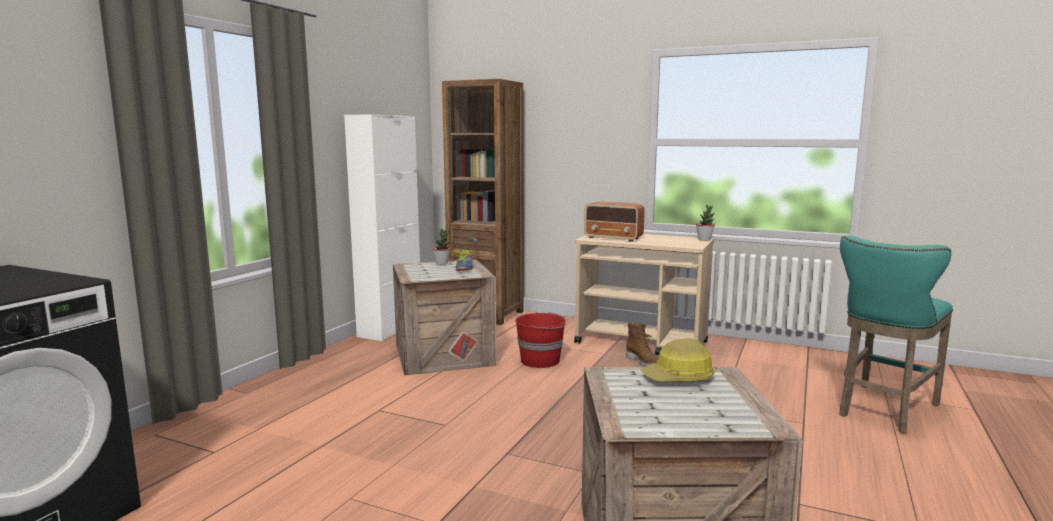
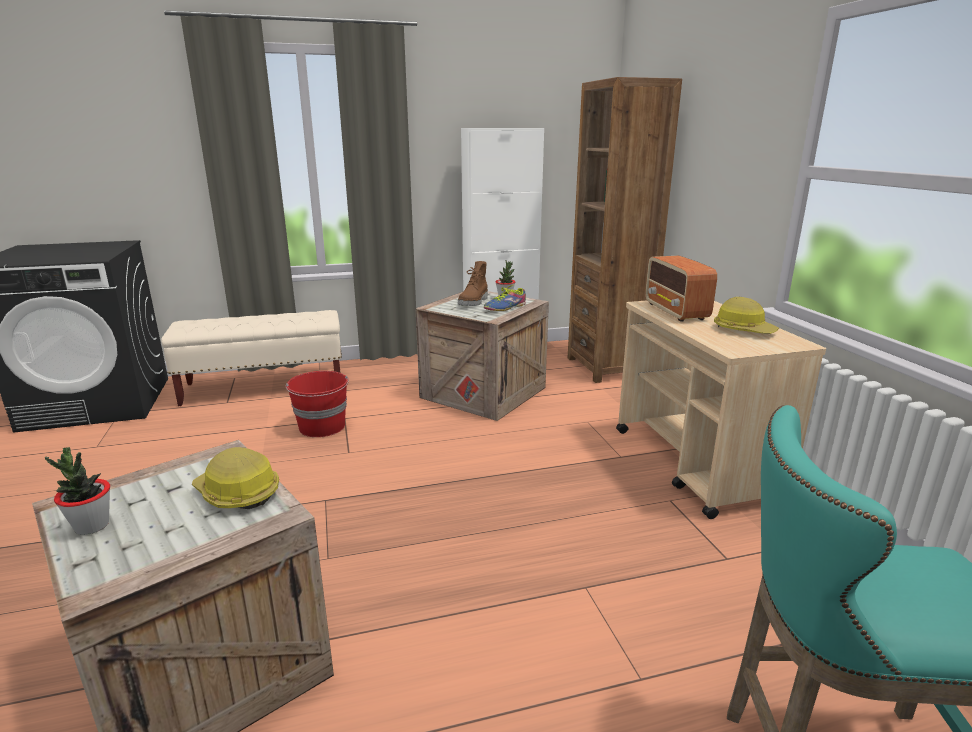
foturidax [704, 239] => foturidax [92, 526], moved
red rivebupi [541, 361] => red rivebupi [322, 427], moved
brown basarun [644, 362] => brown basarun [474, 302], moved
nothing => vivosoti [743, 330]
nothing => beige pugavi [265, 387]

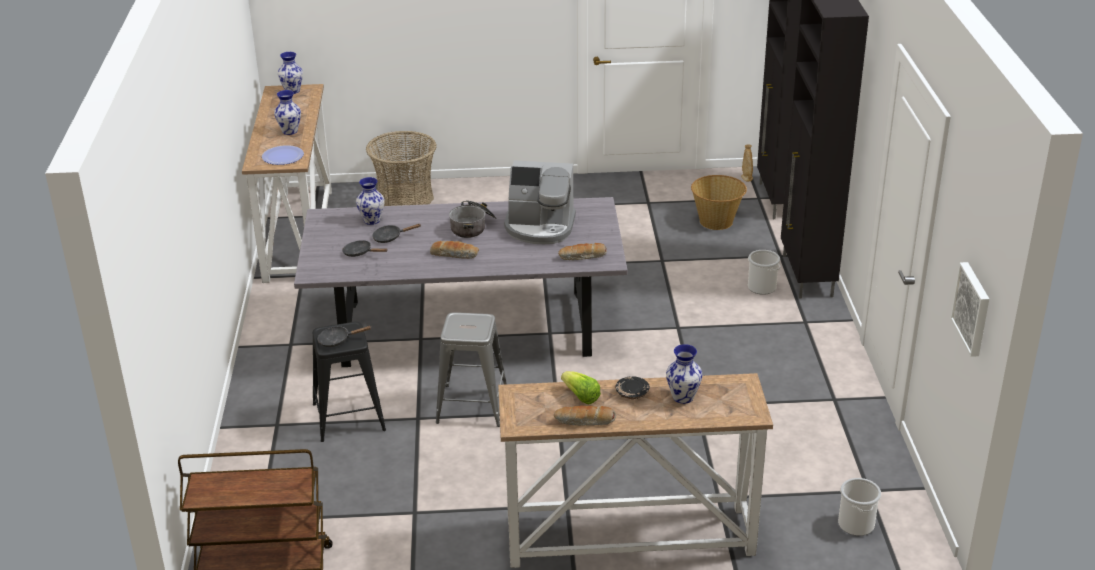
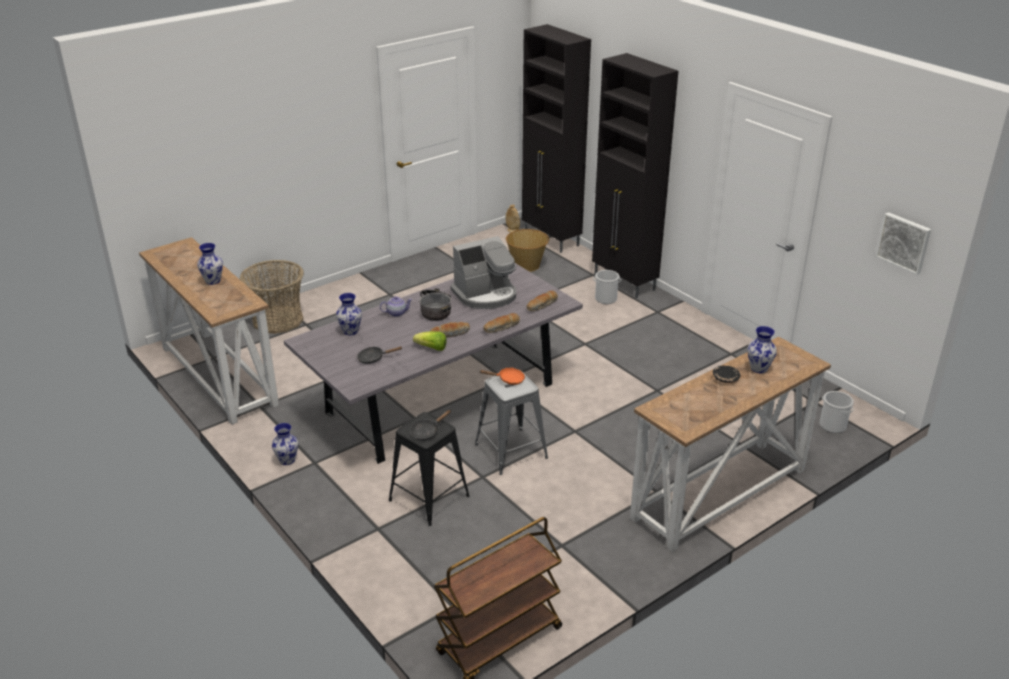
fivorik [293, 91] => fivorik [288, 460], moved
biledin [283, 156] => nothing
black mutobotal [390, 237] => nothing
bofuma [580, 397] => bofuma [431, 348], moved
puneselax [584, 422] => puneselax [502, 327], moved
nothing => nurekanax [396, 313]
nothing => orange mutobotal [508, 379]

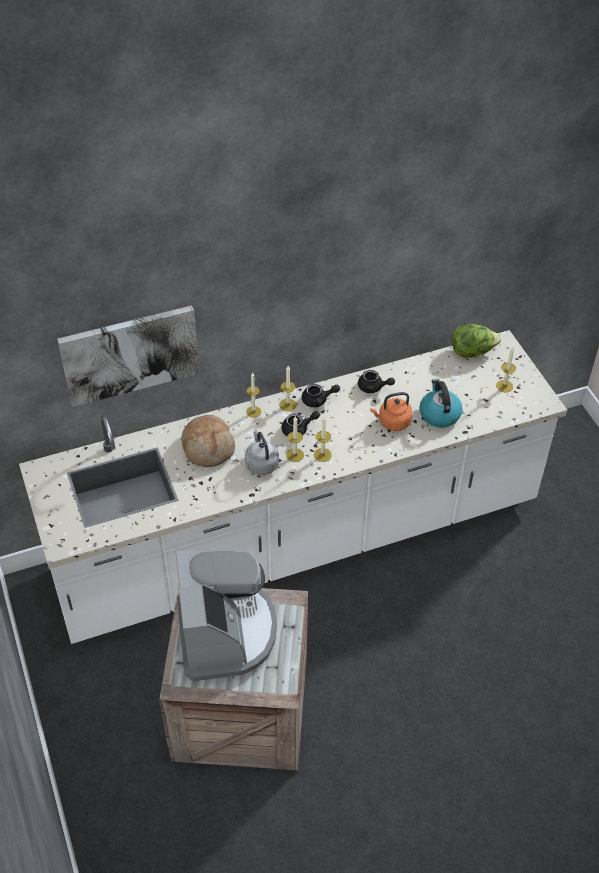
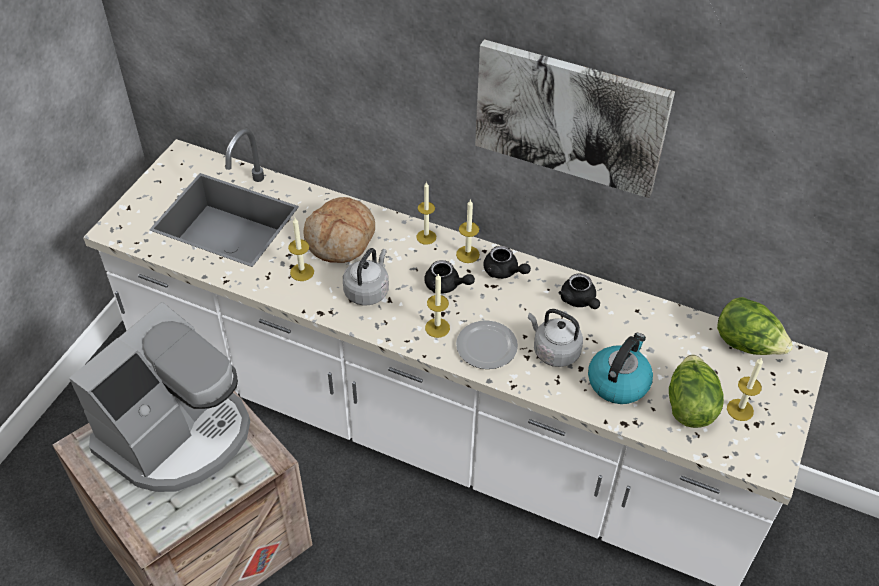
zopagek [130, 354] => zopagek [570, 117], moved
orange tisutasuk [392, 422] => grey tisutasuk [553, 351]
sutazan [295, 455] => sutazan [302, 272], moved
nothing => biledin [487, 347]
nothing => bofuma [689, 406]

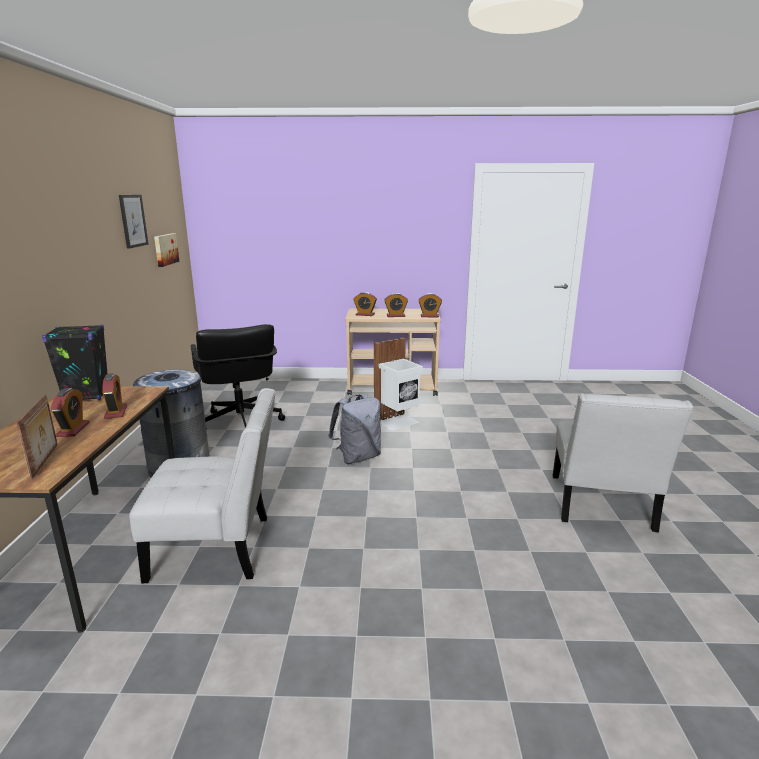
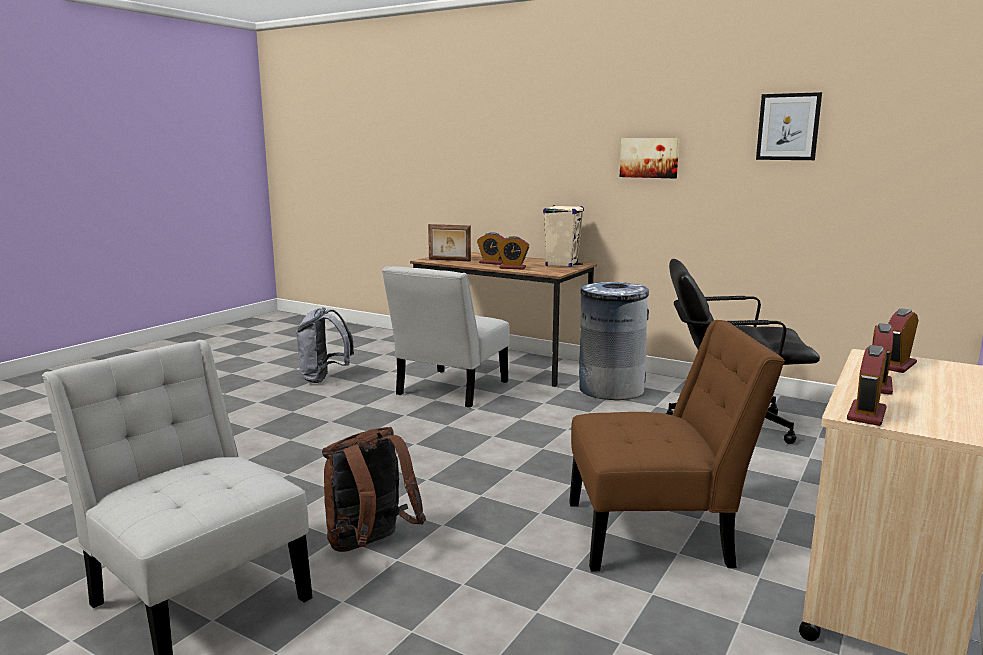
zopagek [165, 249] => zopagek [649, 158], moved
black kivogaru [86, 396] => beige kivogaru [561, 264]
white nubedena [398, 422] => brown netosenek [657, 533]
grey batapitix [358, 457] => grey batapitix [324, 378], moved
nothing => brown batapitix [370, 546]

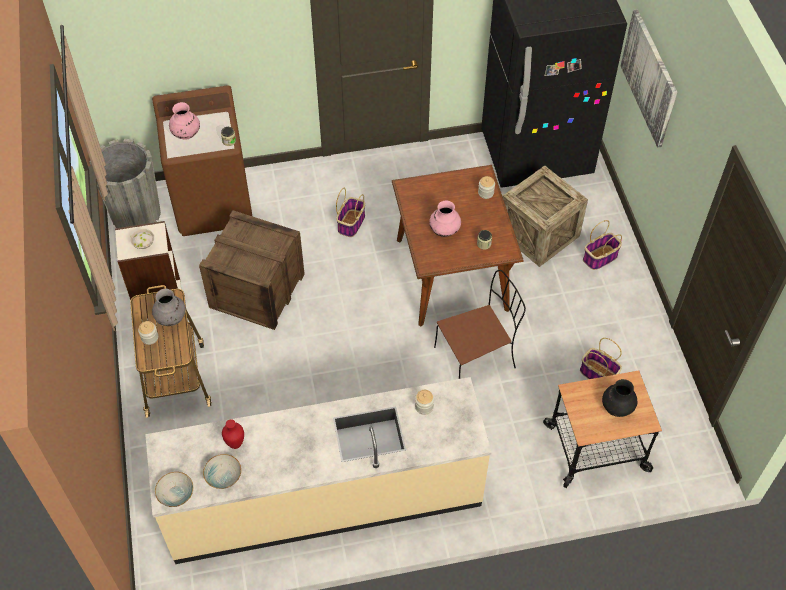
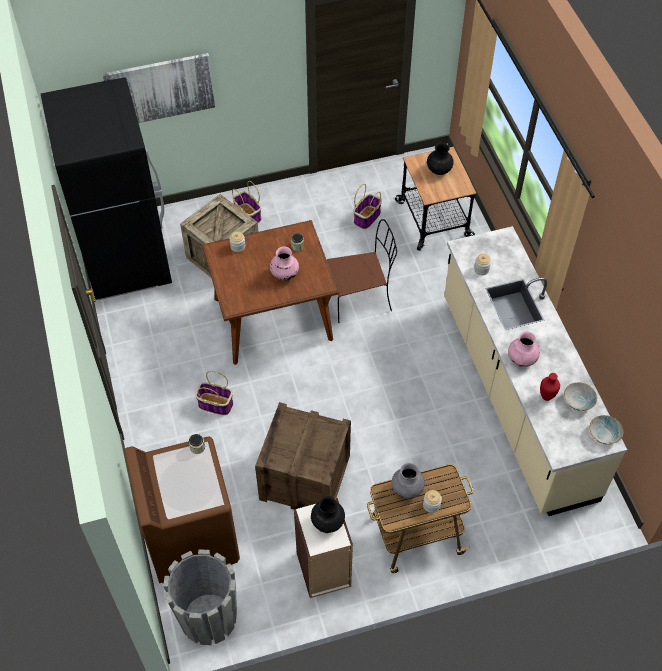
pink fivorik [186, 134] => pink fivorik [522, 359], moved
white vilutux [144, 244] => black fivorik [327, 522]
brown netosenek [476, 357] => brown netosenek [360, 297], 105 degrees clockwise

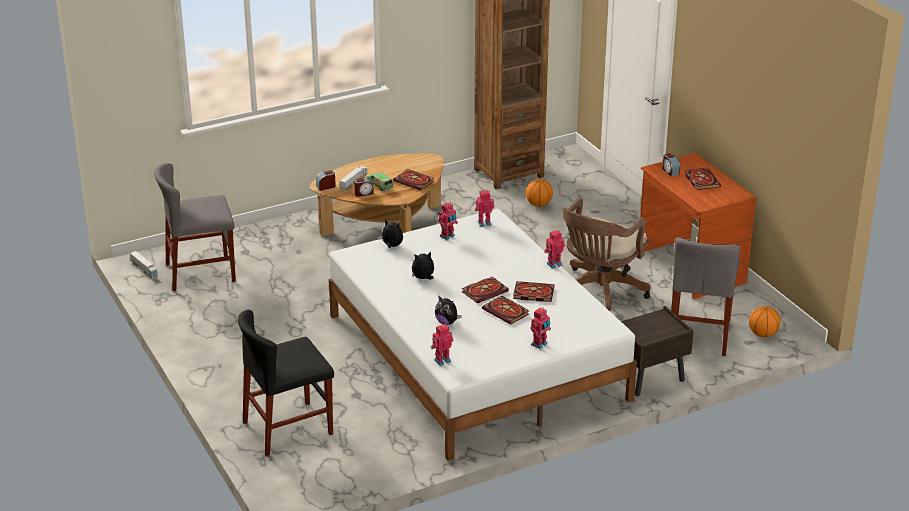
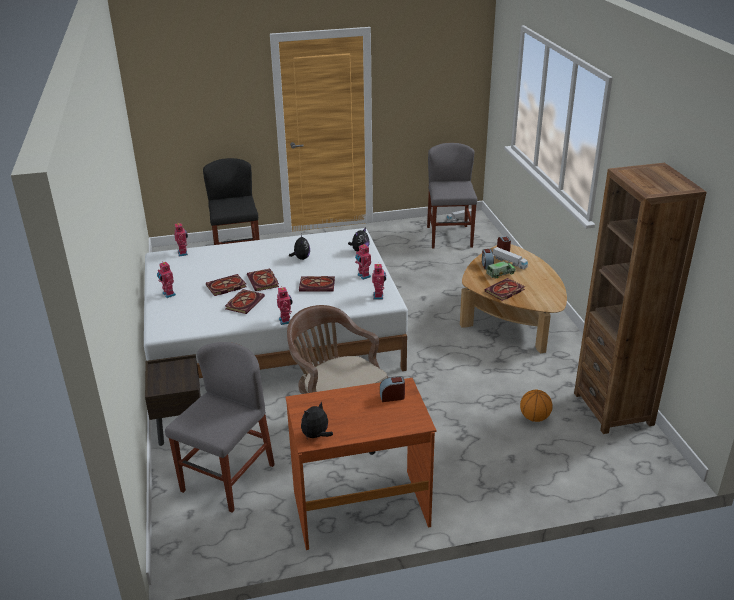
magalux [701, 180] => magalux [318, 285], moved
grey netosenek [699, 334] => grey netosenek [227, 478], 90 degrees clockwise
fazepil [447, 322] => fazepil [316, 436], moved
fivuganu [763, 334] => nothing

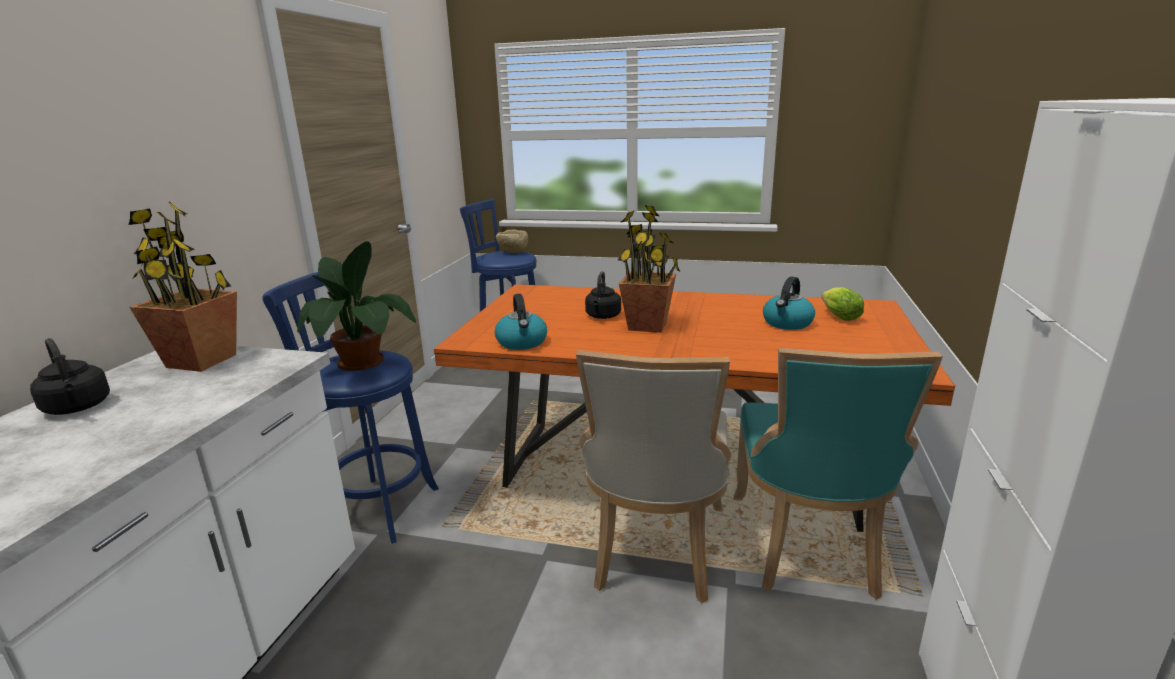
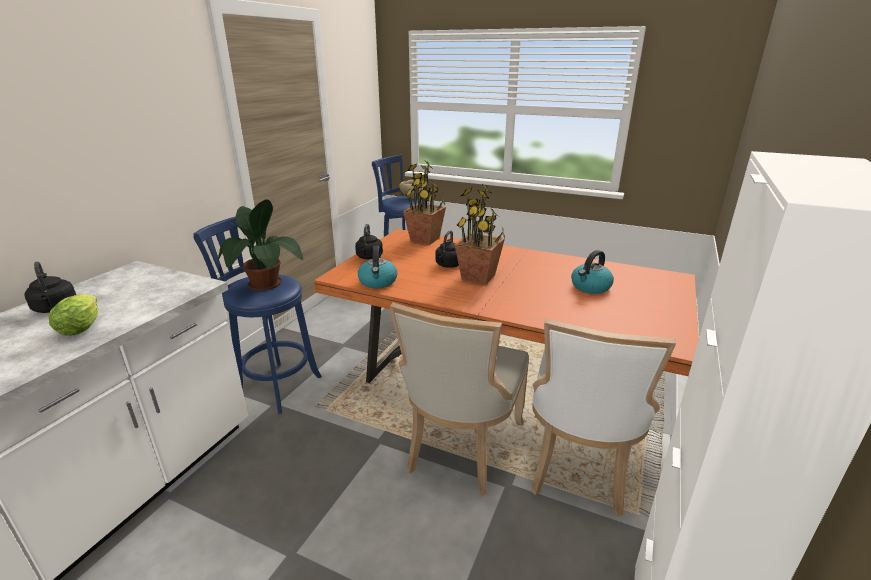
foturidax [202, 361] => foturidax [425, 240], moved
bofuma [837, 317] => bofuma [83, 326], moved
turquoise netosenek [807, 547] => white netosenek [578, 465]
nothing => black tisutasuk [369, 257]

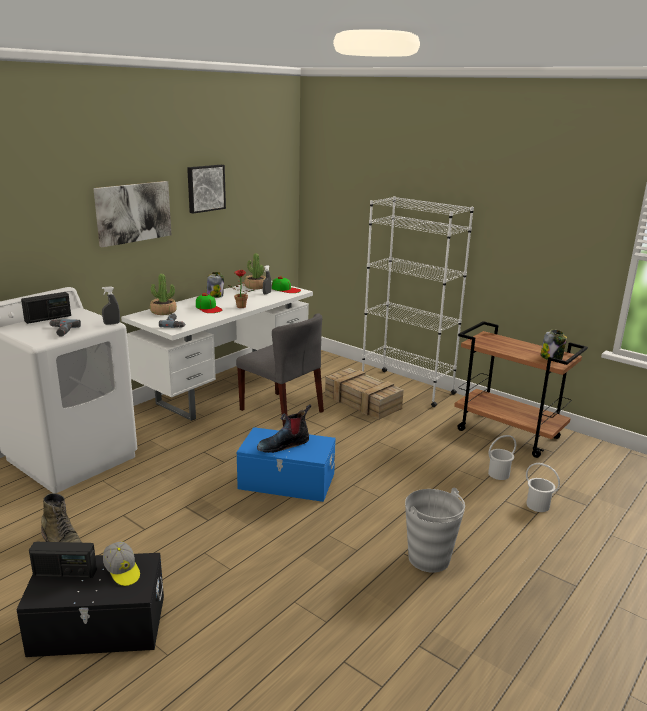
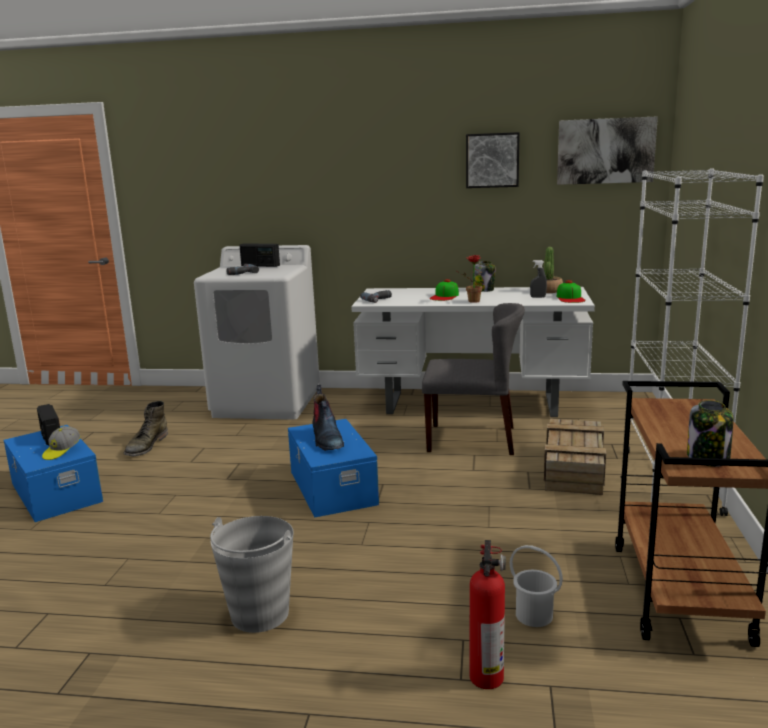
zopagek [133, 212] => zopagek [605, 151], moved
foturidax [163, 312] => nothing
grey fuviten [112, 324] => nothing
grey netosenek [282, 411] => grey netosenek [472, 439], 90 degrees counterclockwise
basarun [283, 444] => basarun [326, 439], 135 degrees counterclockwise
white rivebupi [538, 505] => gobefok [486, 675]
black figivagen [99, 626] => blue figivagen [55, 493]

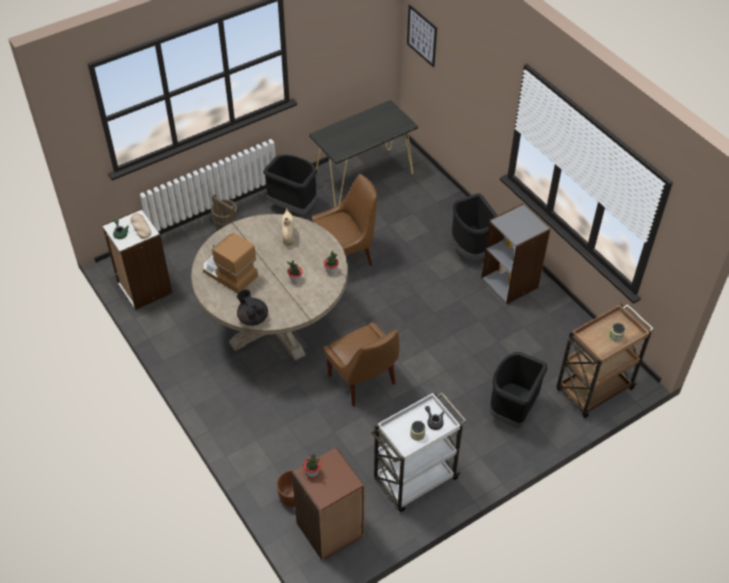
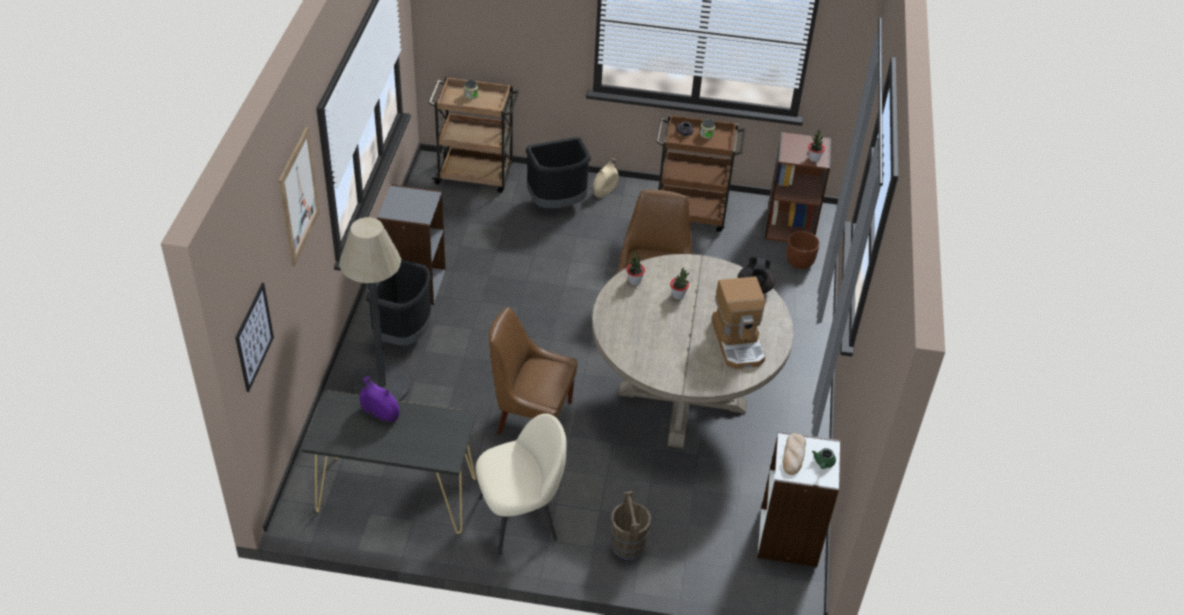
black nubedena [293, 207] => beige netosenek [520, 518]
beige fivorik [288, 236] => beige fivorik [605, 190], moved
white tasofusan [414, 480] => brown tasofusan [691, 213]
nothing => zopagek [298, 196]
nothing => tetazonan [382, 386]
nothing => purple fivorik [380, 414]

